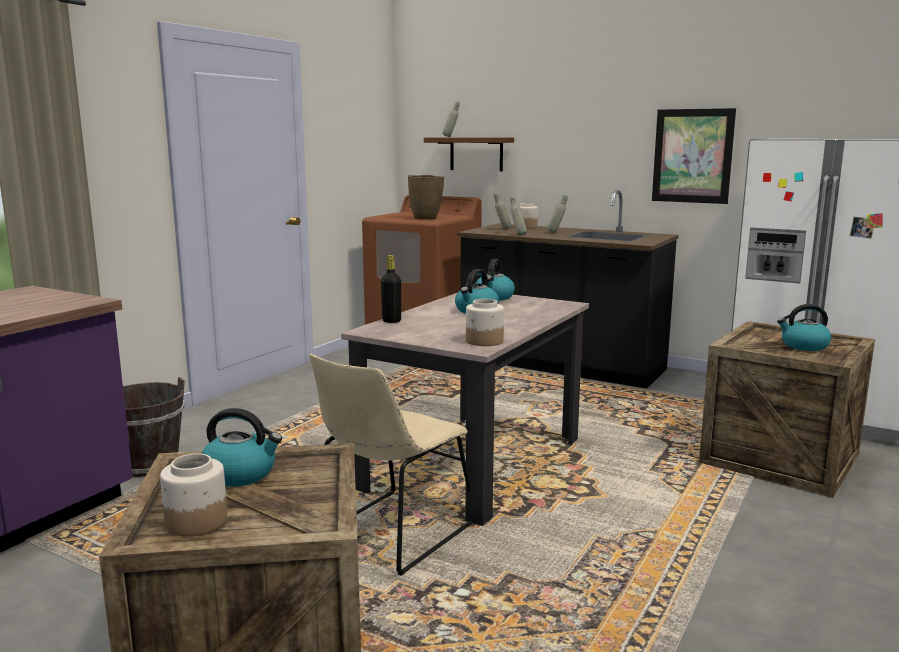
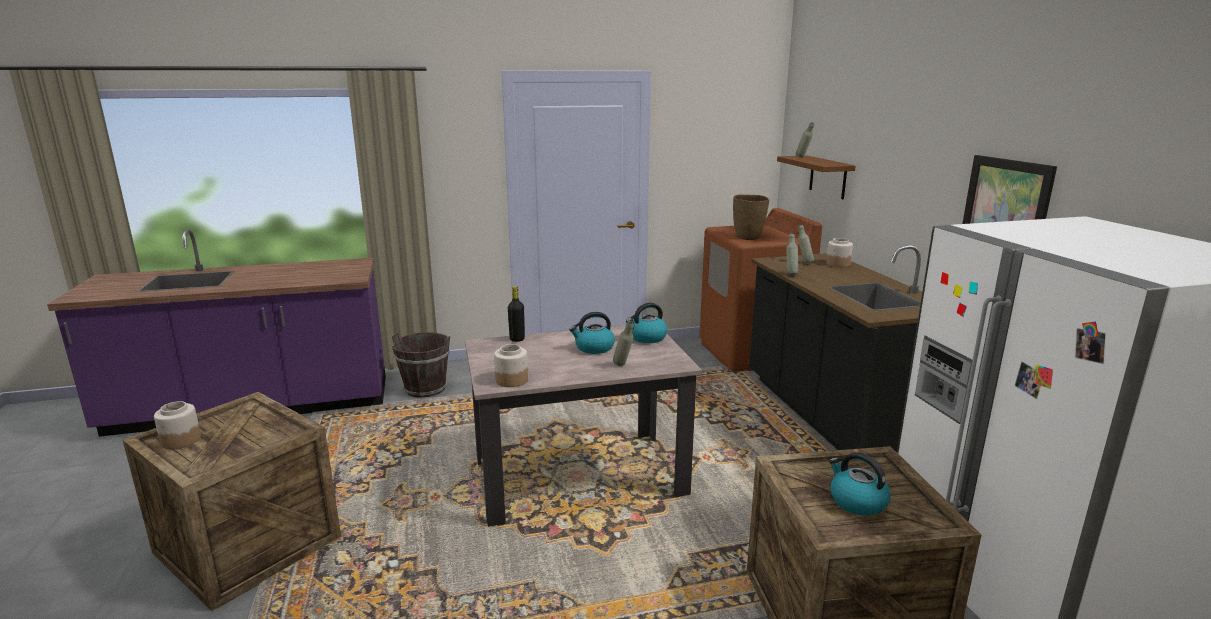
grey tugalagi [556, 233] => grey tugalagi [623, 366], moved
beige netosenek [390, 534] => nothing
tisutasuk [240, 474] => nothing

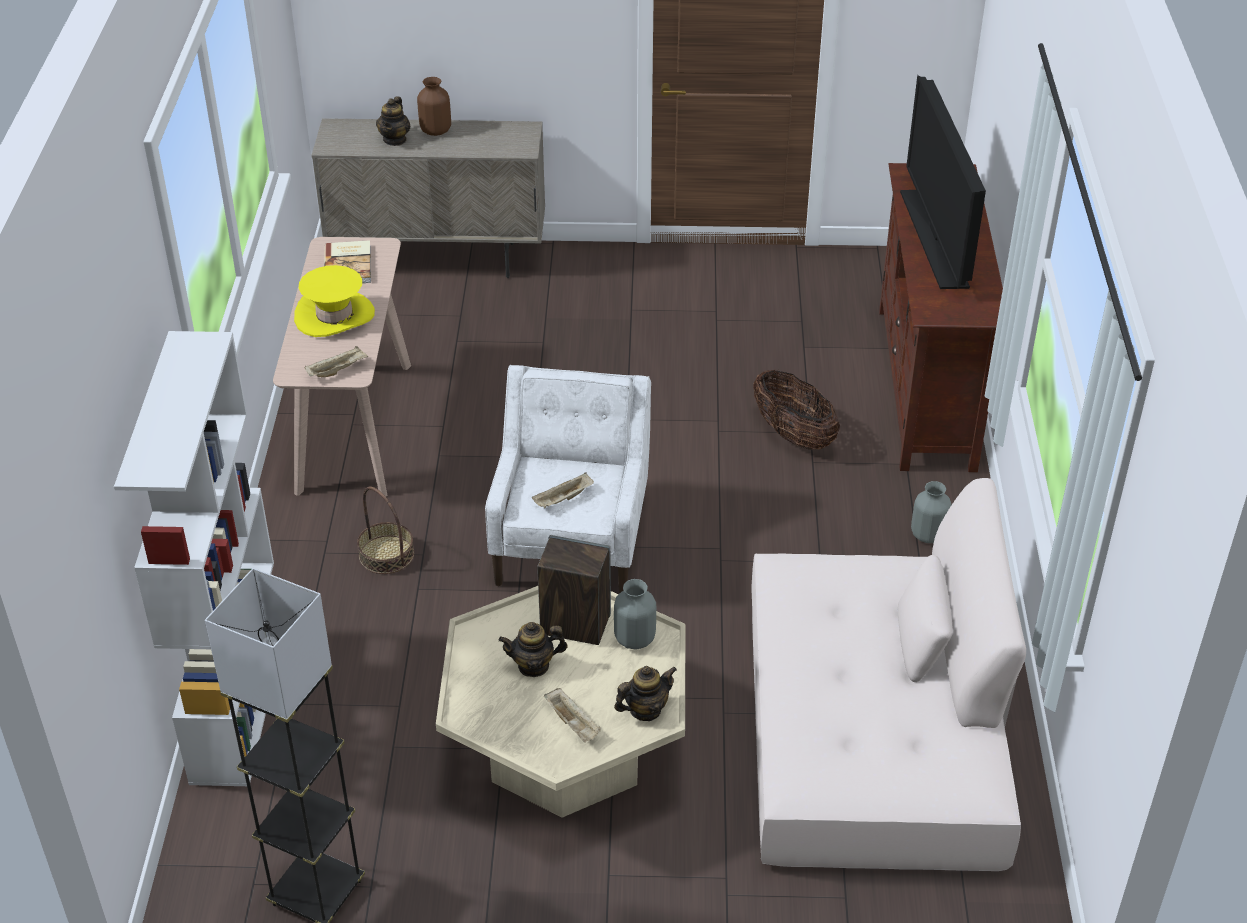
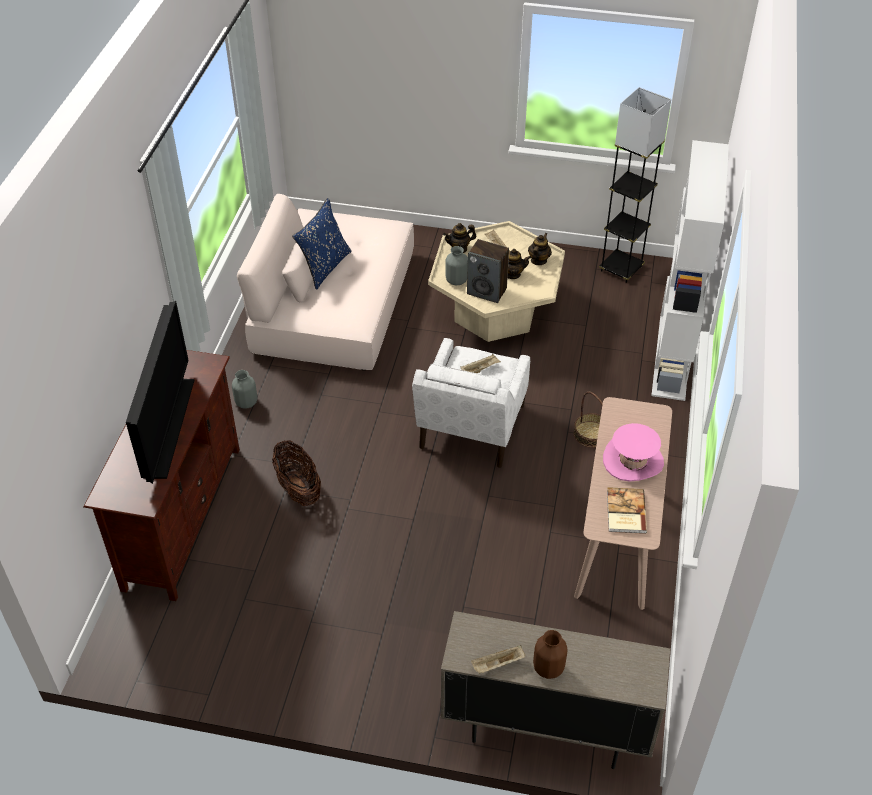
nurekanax [395, 139] => nurekanax [538, 260], moved
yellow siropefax [334, 316] => pink siropefax [633, 461]
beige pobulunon [337, 370] => beige pobulunon [497, 664], moved
nothing => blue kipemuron [324, 267]

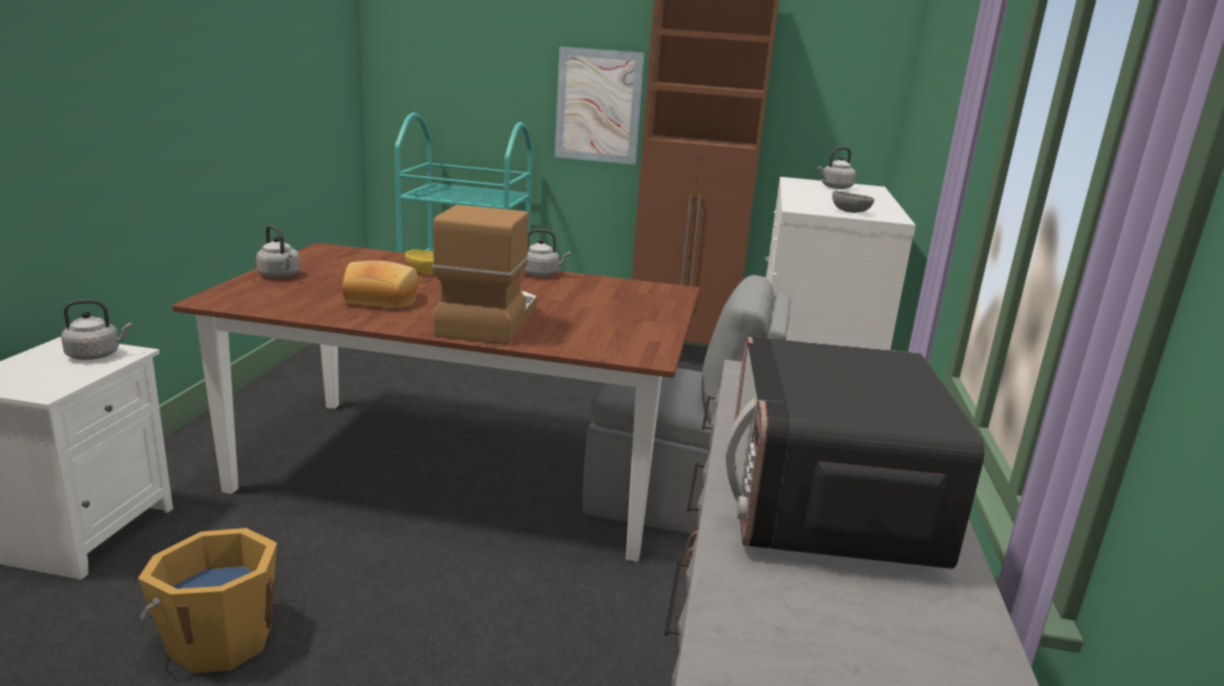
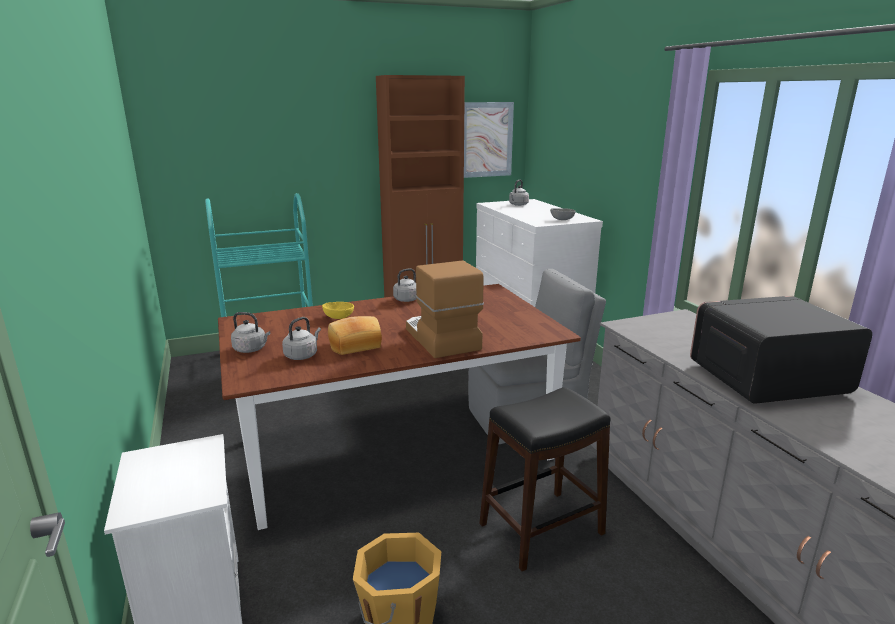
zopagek [598, 106] => zopagek [486, 140], moved
grey tisutasuk [96, 355] => grey tisutasuk [302, 355], moved
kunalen [827, 505] => kunalen [766, 379], 105 degrees clockwise
nothing => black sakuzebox [542, 529]

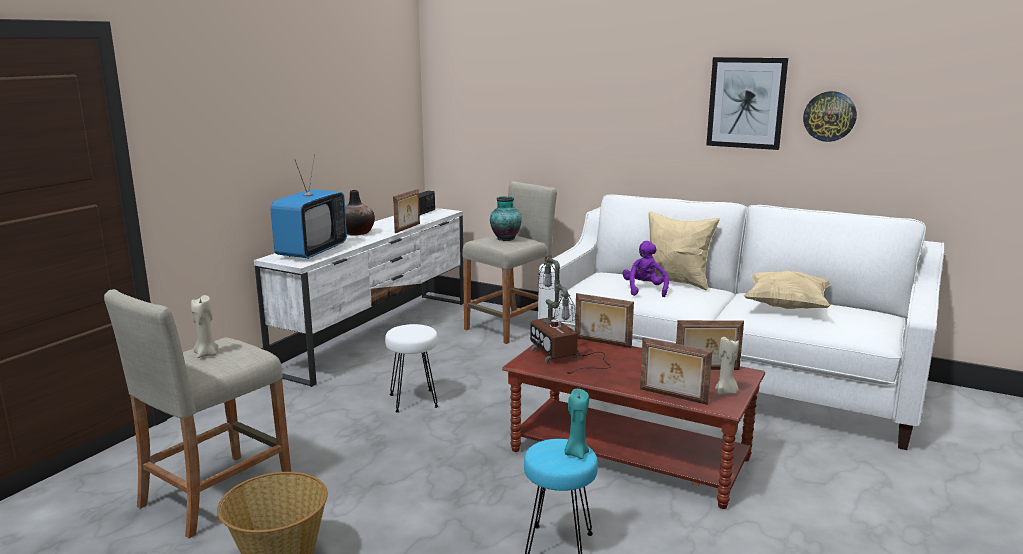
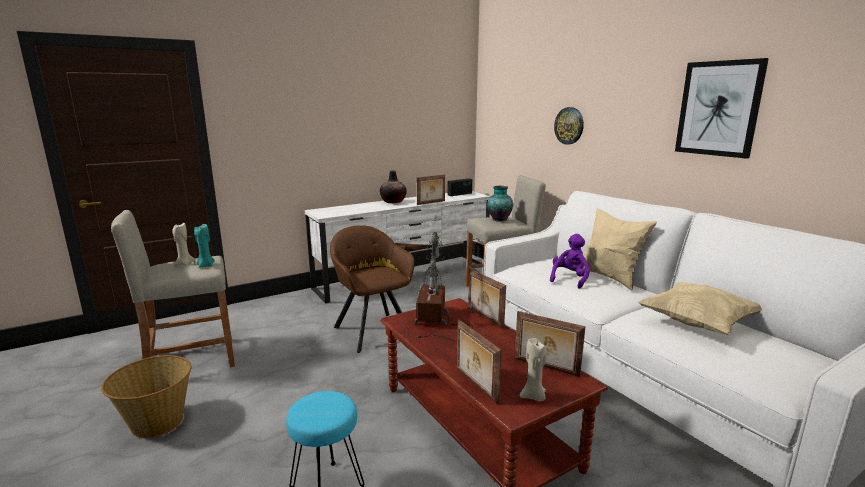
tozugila [829, 116] => tozugila [569, 125], moved
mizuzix [312, 251] => nothing
white sakuzebox [414, 400] => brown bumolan [372, 329]
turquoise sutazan [576, 453] => turquoise sutazan [205, 265], moved

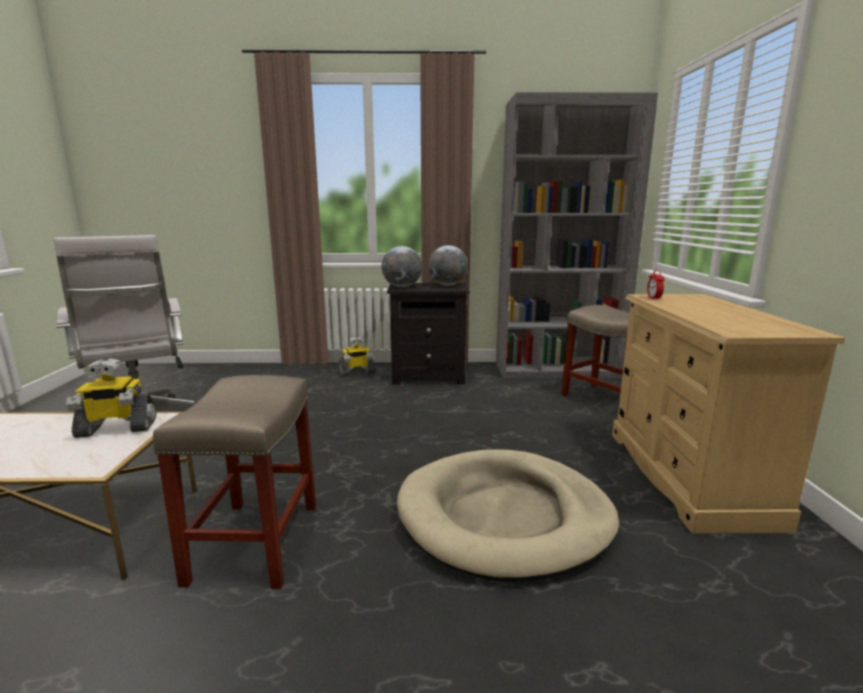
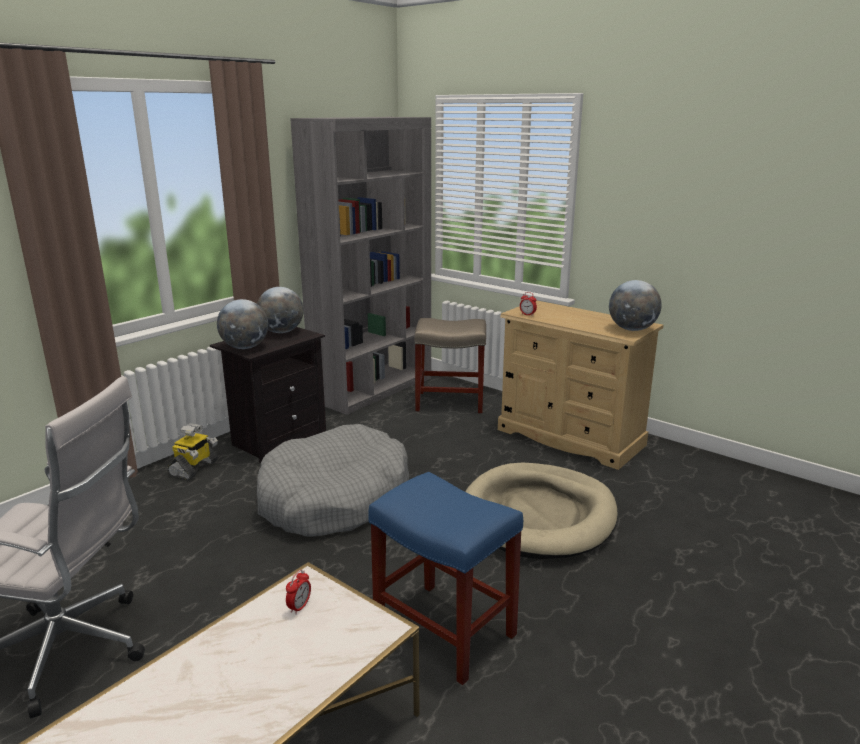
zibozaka [116, 428] => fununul [299, 607]
beige sakuzebox [255, 541] => blue sakuzebox [442, 630]
nothing => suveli [632, 329]
nothing => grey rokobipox [334, 498]

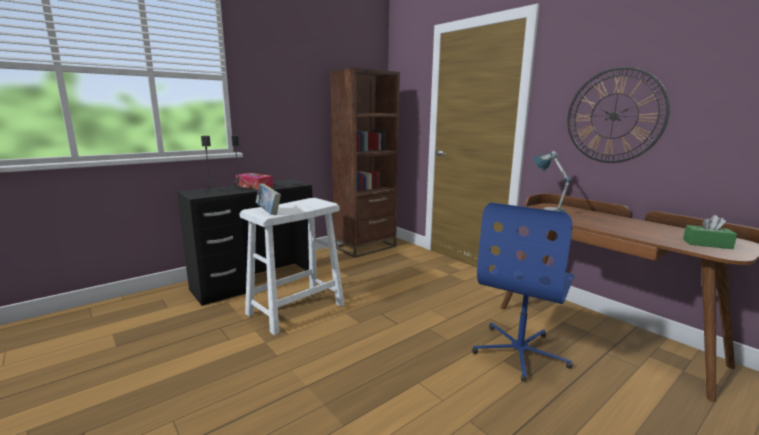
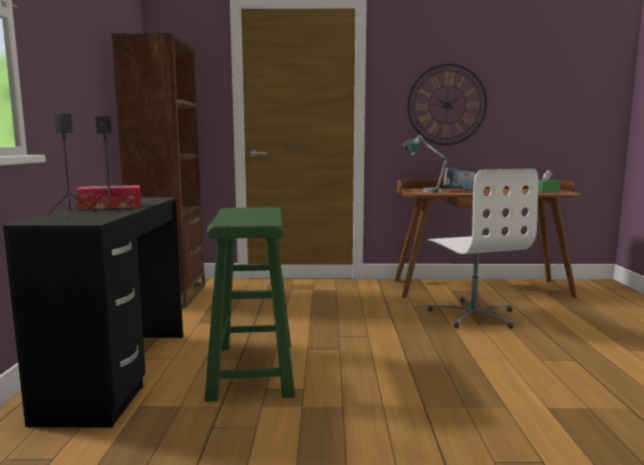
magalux [268, 212] => magalux [458, 190], moved
white sakuzebox [295, 309] => green sakuzebox [252, 370]
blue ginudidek [520, 352] => white ginudidek [473, 315]

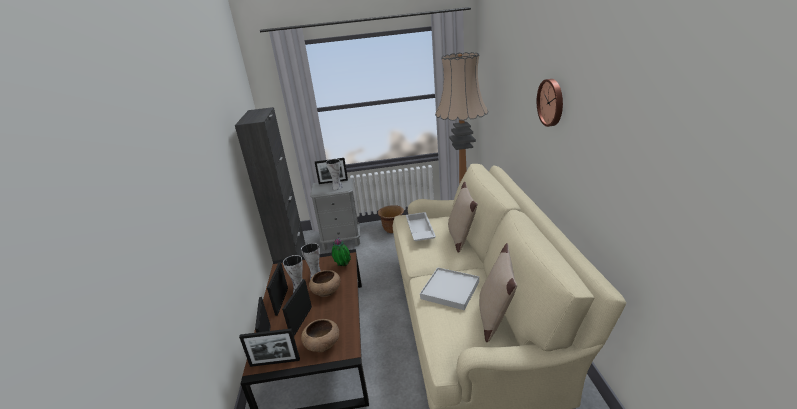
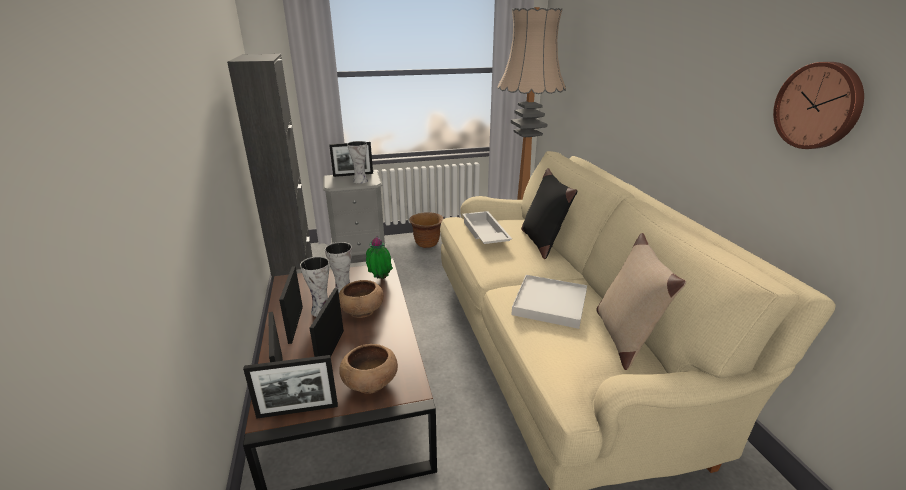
tozugila [551, 102] => tozugila [819, 106], moved
beige kipemuron [461, 237] => black kipemuron [542, 242]

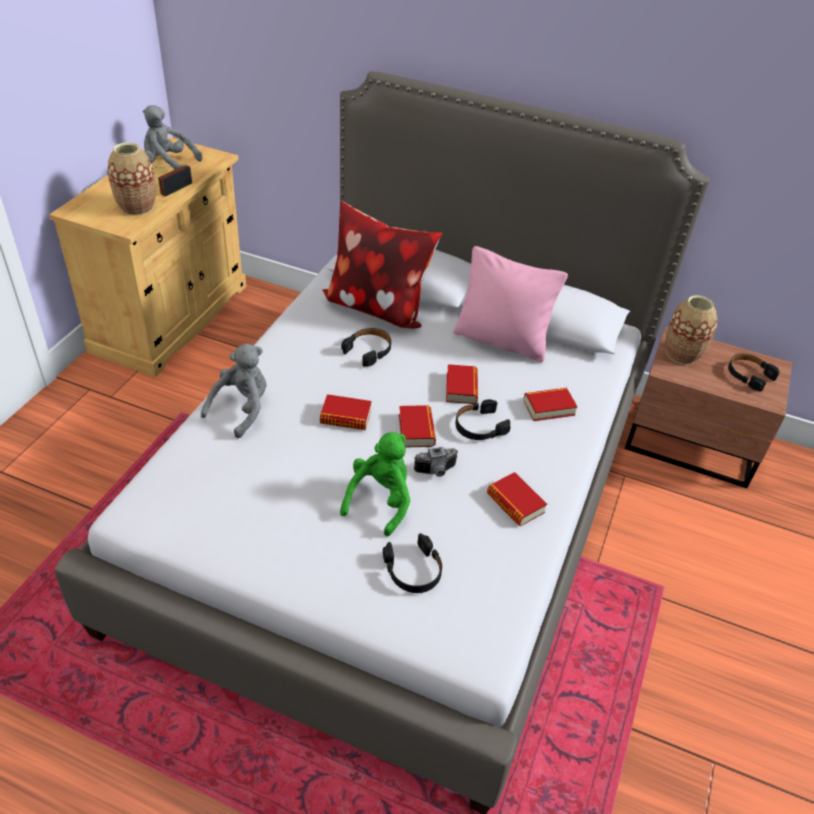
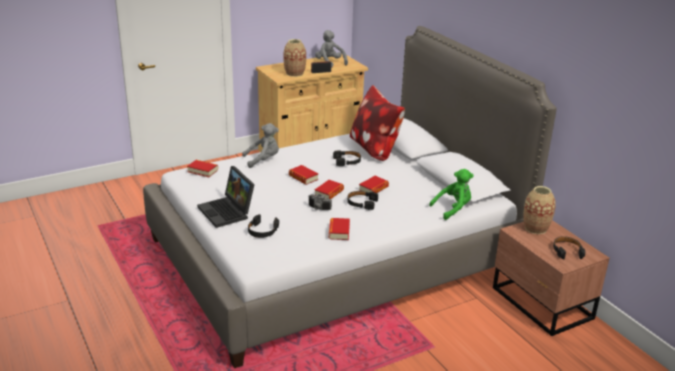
pink kipemuron [501, 340] => nothing
magalux [549, 407] => magalux [202, 171], moved
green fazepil [380, 501] => green fazepil [453, 209], moved
nothing => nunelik [228, 212]

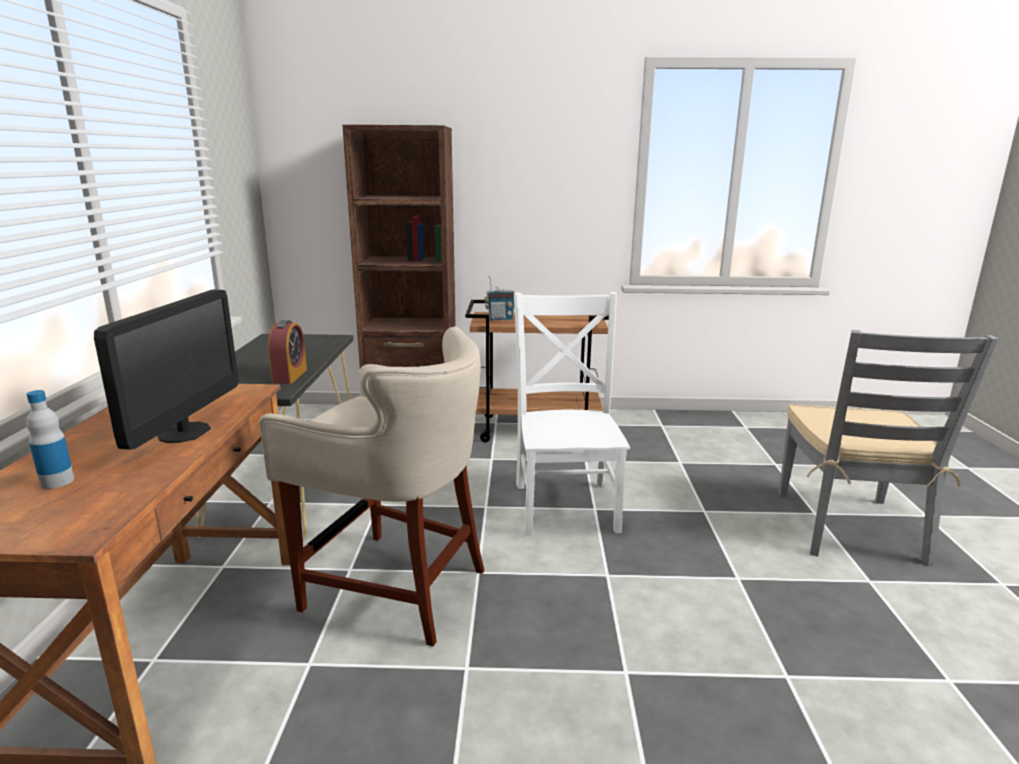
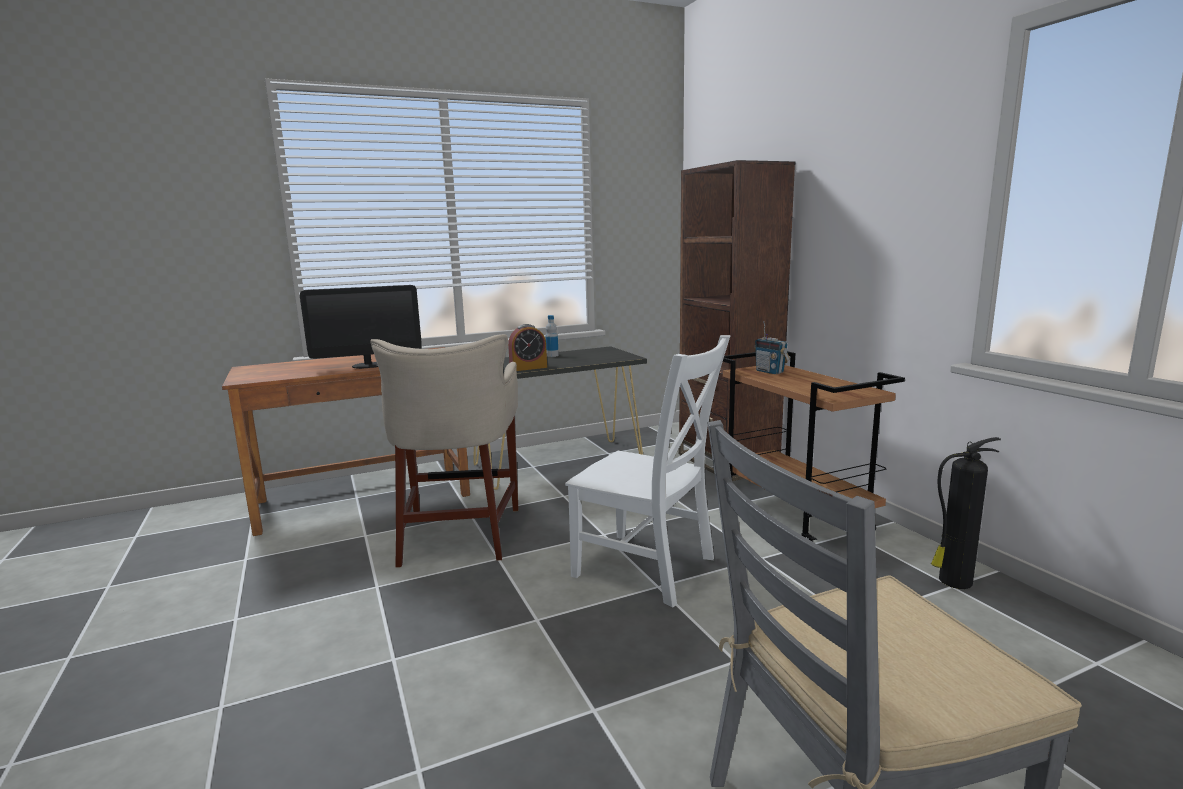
white netosenek [566, 504] => white netosenek [649, 569], 60 degrees clockwise
tugalagi [57, 481] => tugalagi [552, 355], moved
nothing => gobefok [953, 581]

